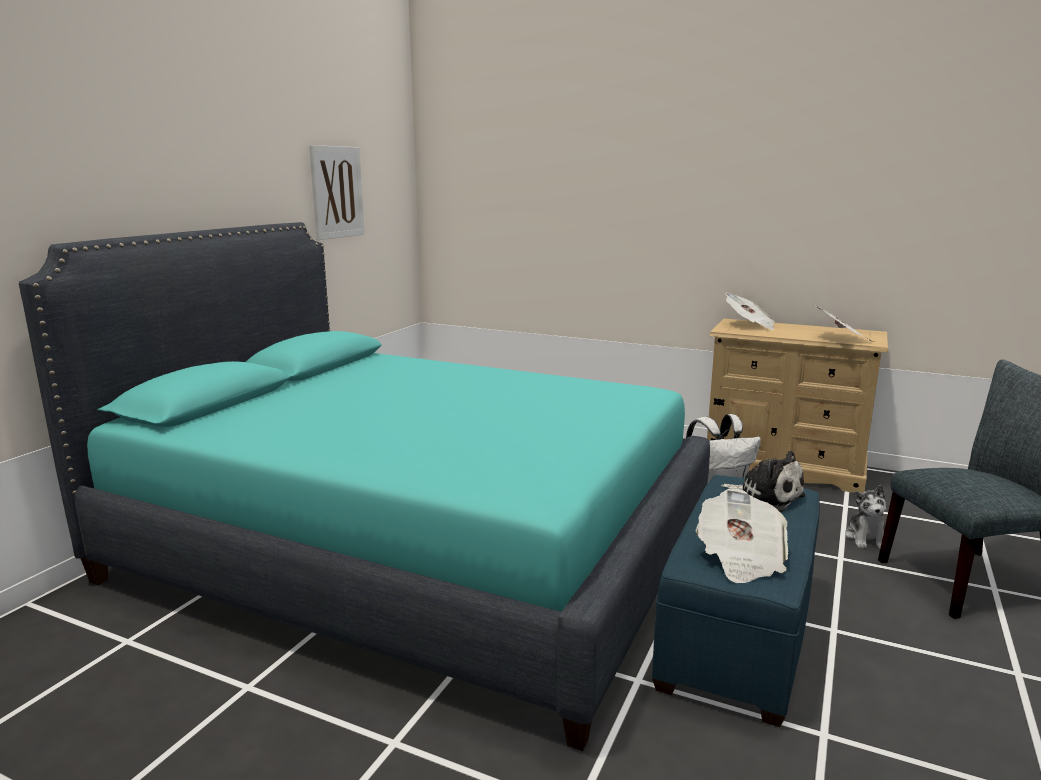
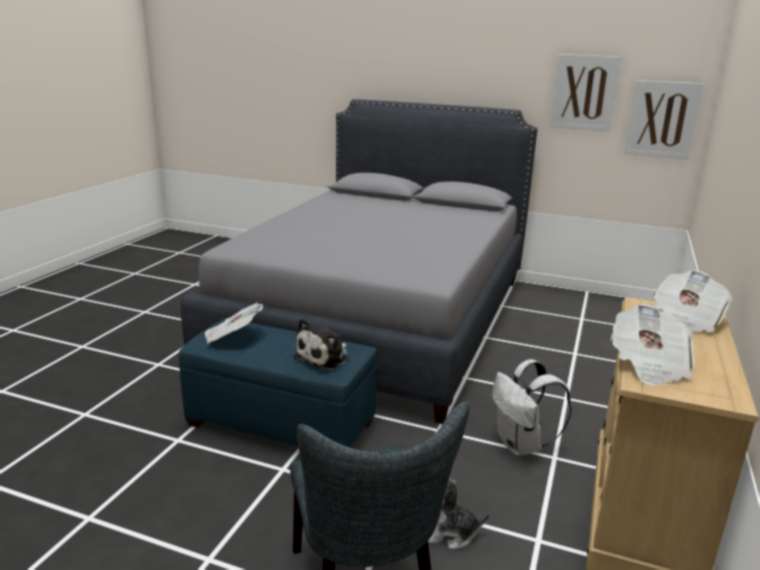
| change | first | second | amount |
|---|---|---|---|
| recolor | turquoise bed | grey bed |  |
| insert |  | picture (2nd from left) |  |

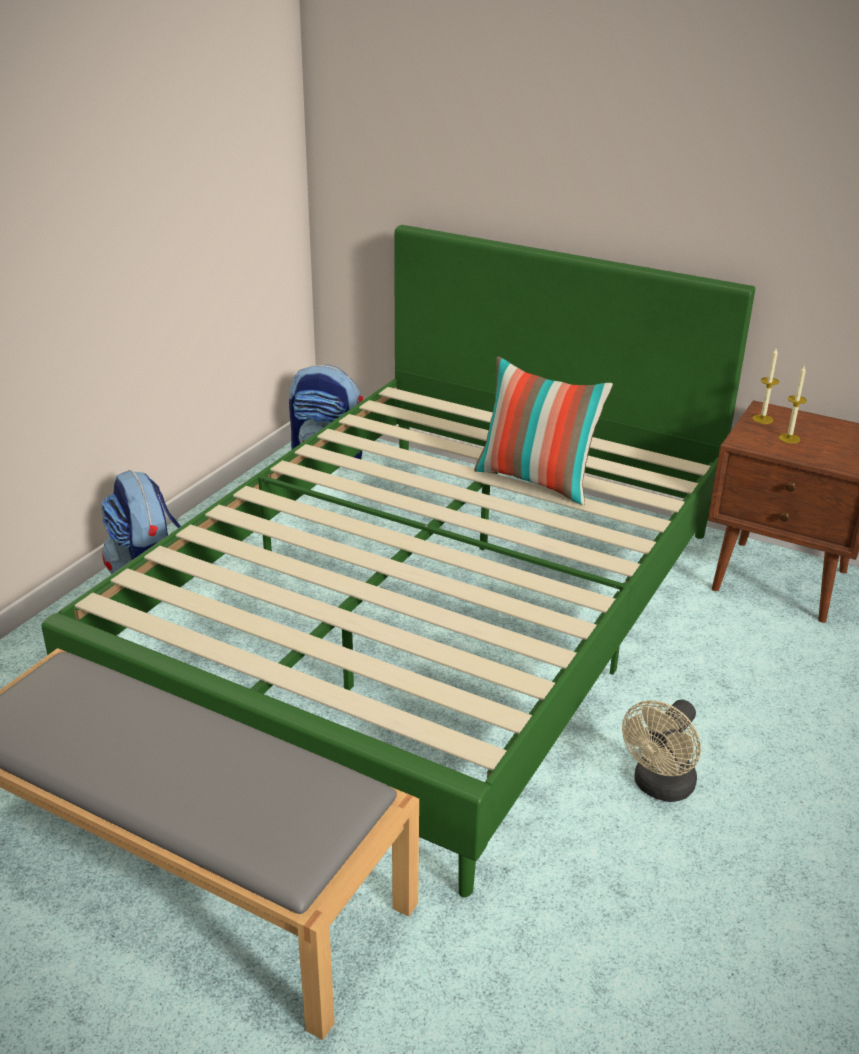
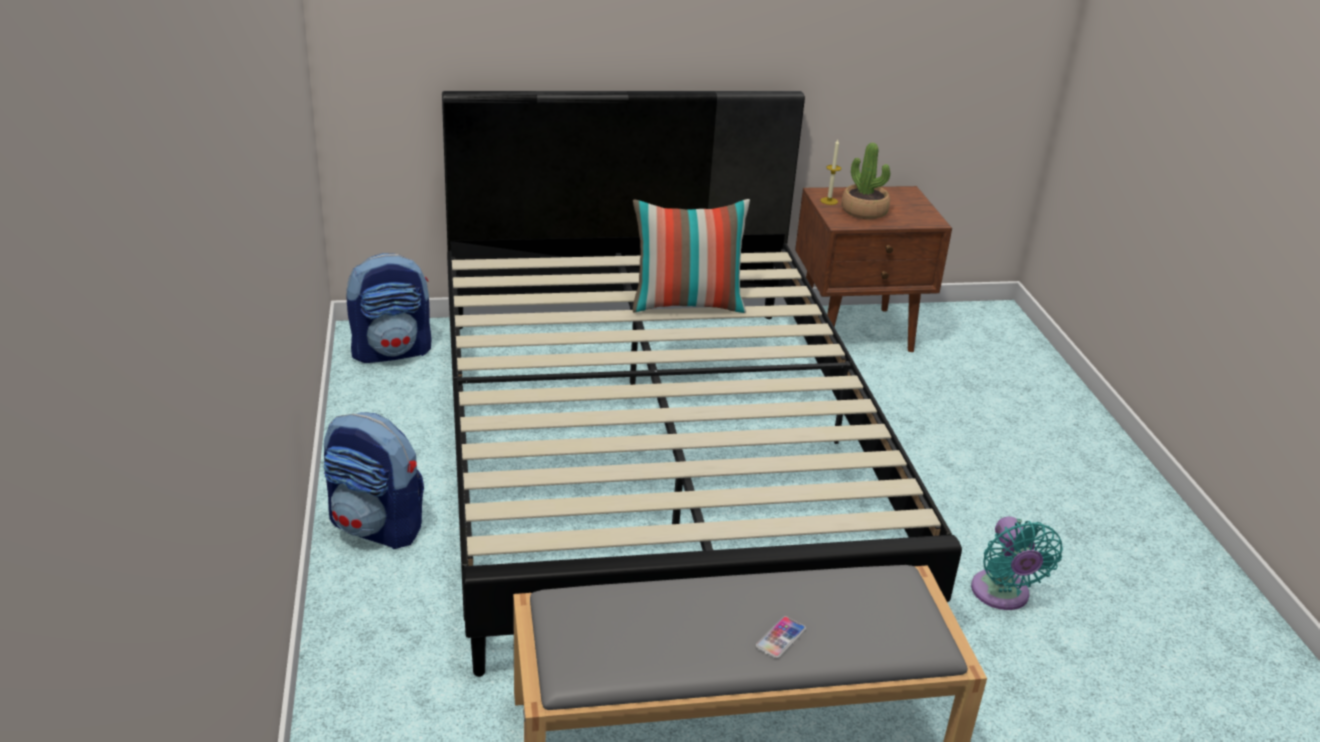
| change | first | second | amount |
|---|---|---|---|
| recolor | green bed | black bed |  |
| replace | candle (2nd from left) | potted plant |  |
| delete | beige fan |  |  |
| insert |  | turquoise fan |  |
| insert |  | phone |  |

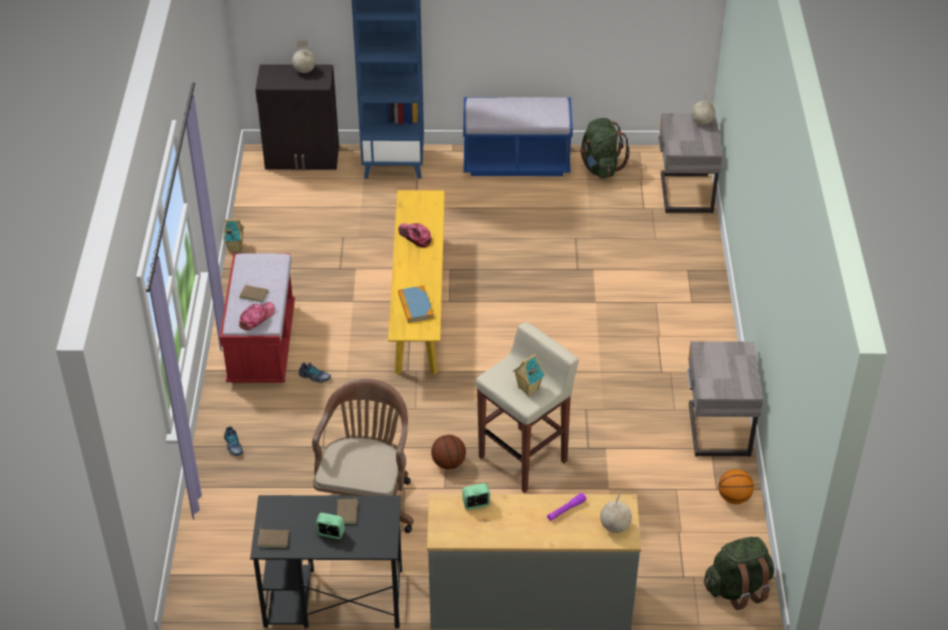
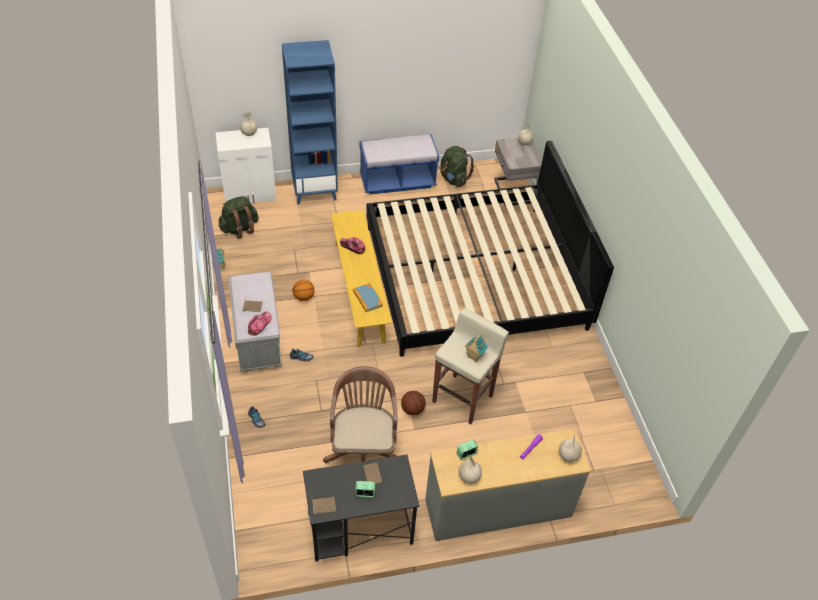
| change | first | second | amount |
|---|---|---|---|
| recolor | black cabinet | white cabinet |  |
| recolor | red bench | grey bench |  |
| delete | grey nightstand (2nd from left) |  |  |
| move | basketball (2nd from left in the first image) | basketball (1st from left) |  |
| move | green backpack (2nd from left in the first image) | green backpack (1st from left) |  |
| insert |  | bed |  |
| insert |  | globe (2nd from left) |  |

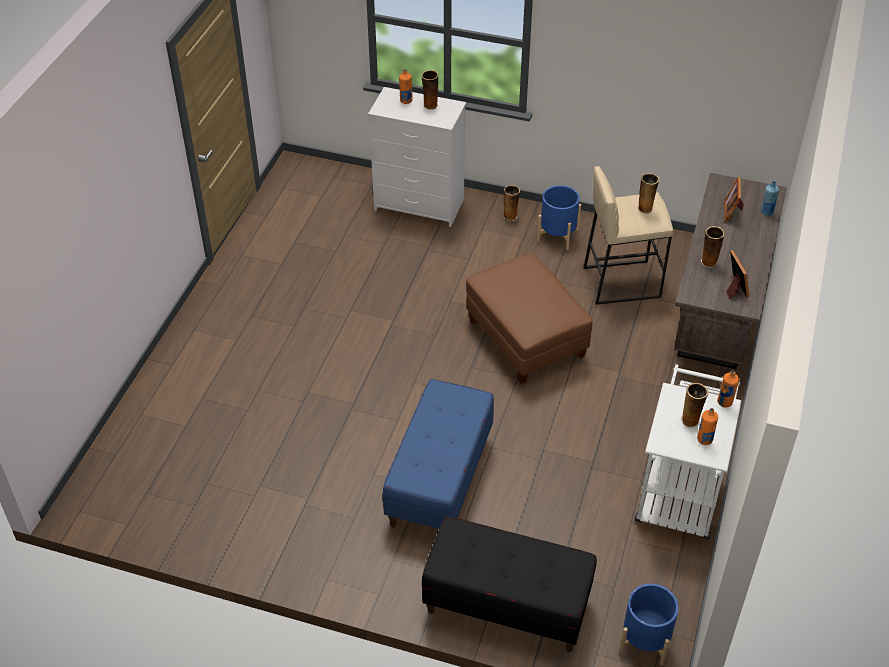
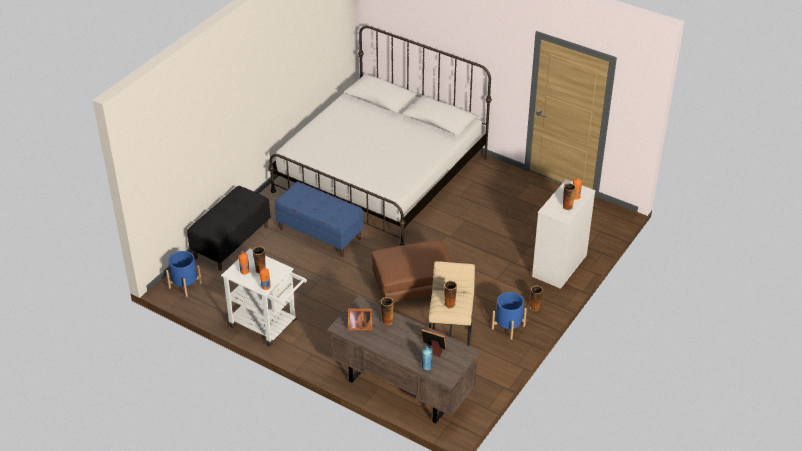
| change | first | second | amount |
|---|---|---|---|
| insert |  | white bed |  |

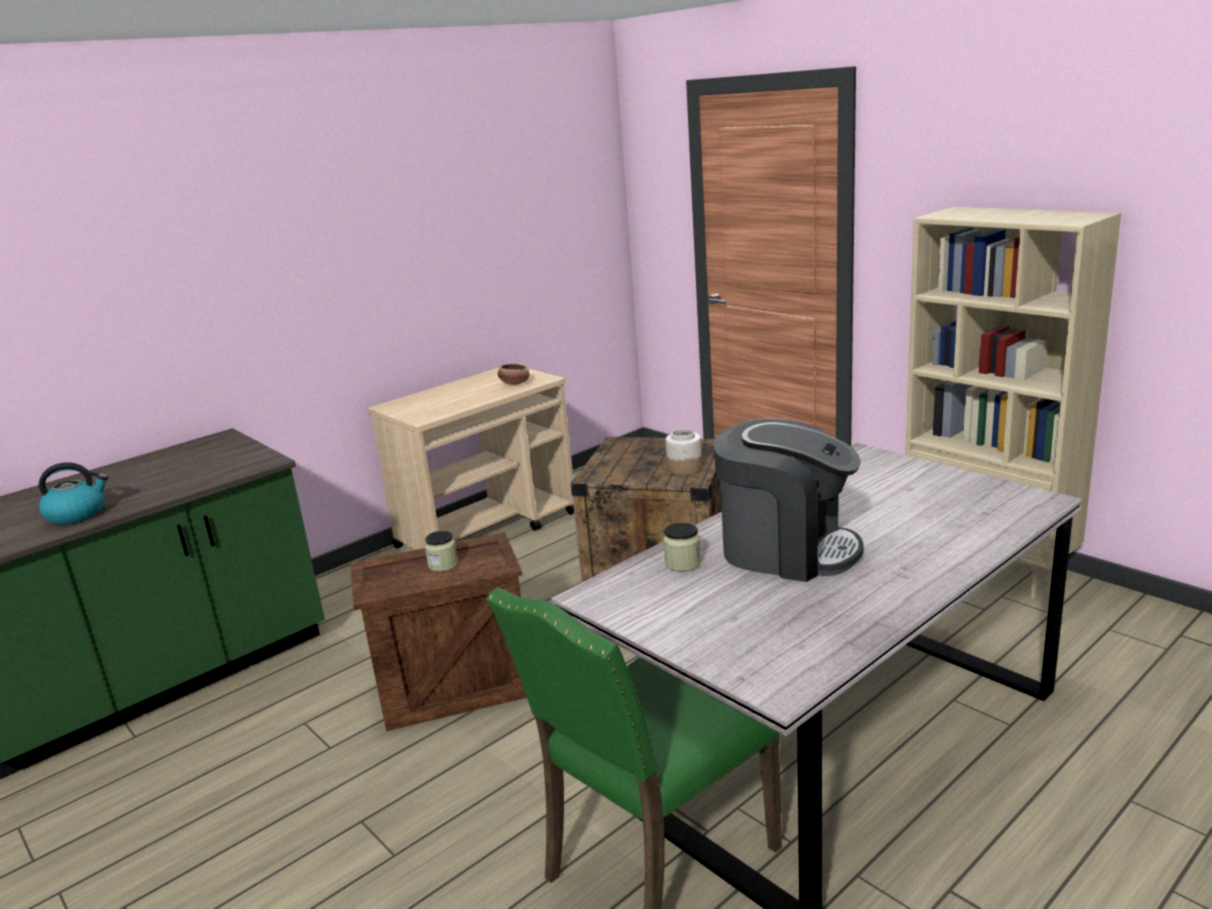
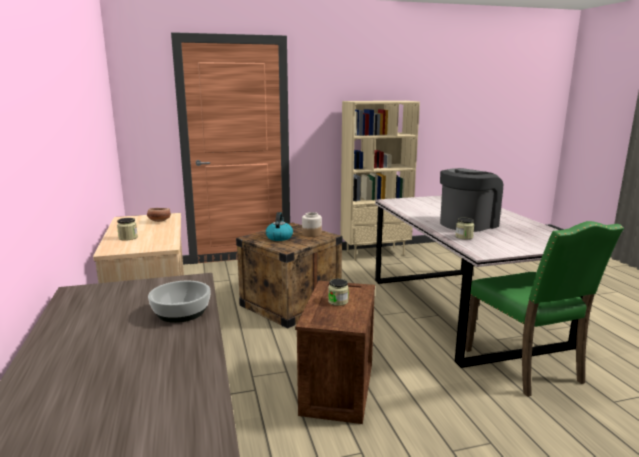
| change | first | second | amount |
|---|---|---|---|
| move | kettle |  |  |
| insert |  | jar (1st from left) |  |
| insert |  | bowl (2nd from left) |  |

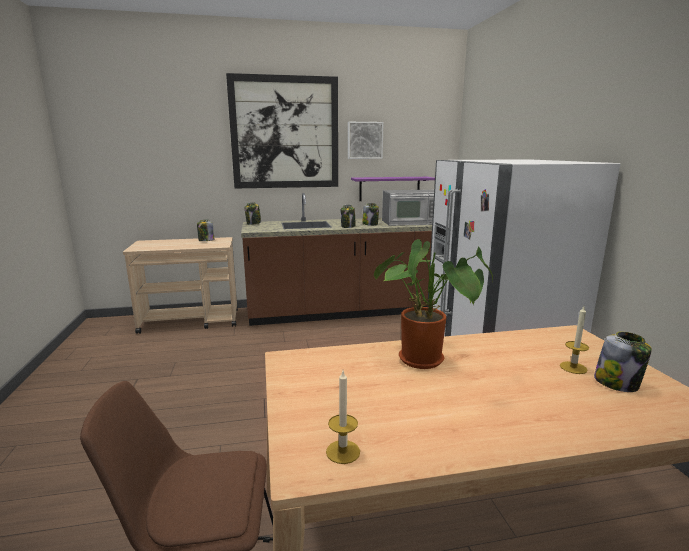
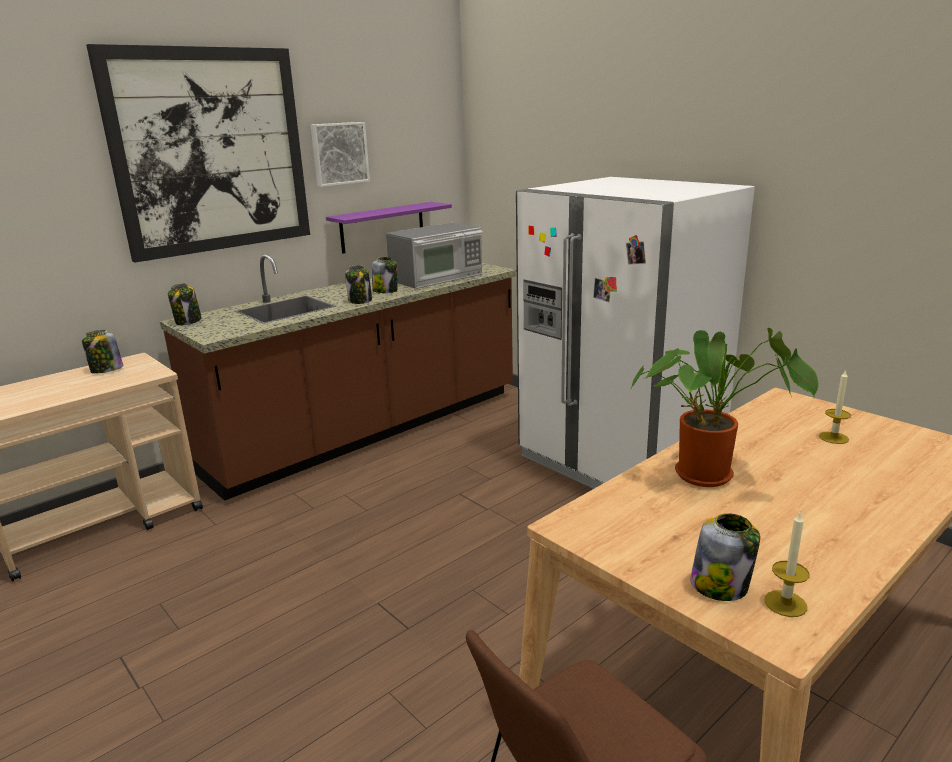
| change | first | second | amount |
|---|---|---|---|
| move | jar (5th from left) |  |  |

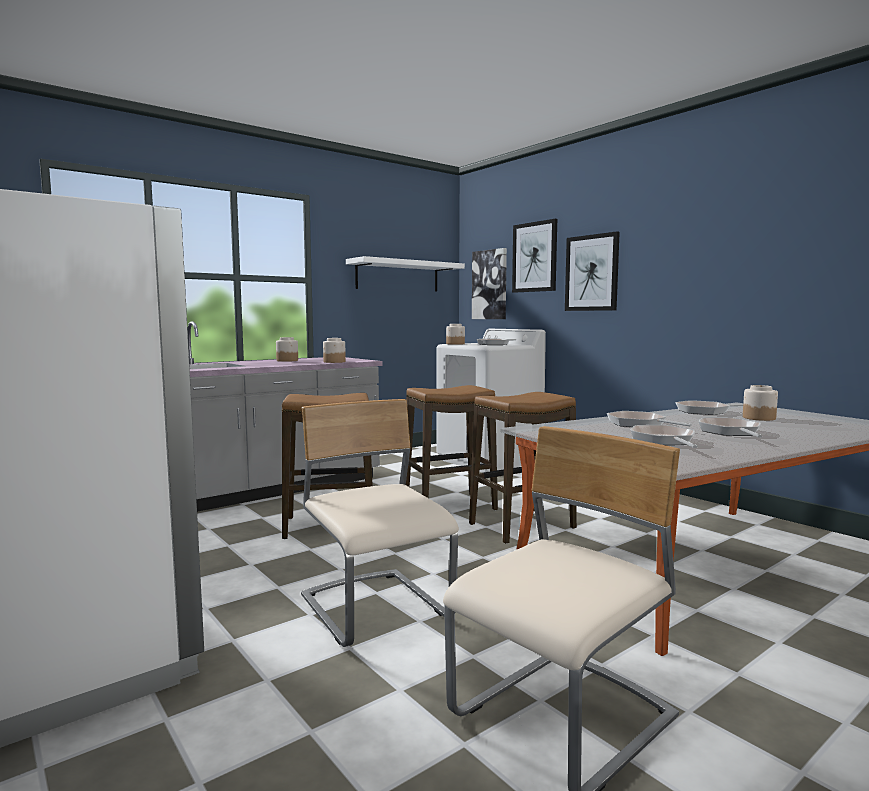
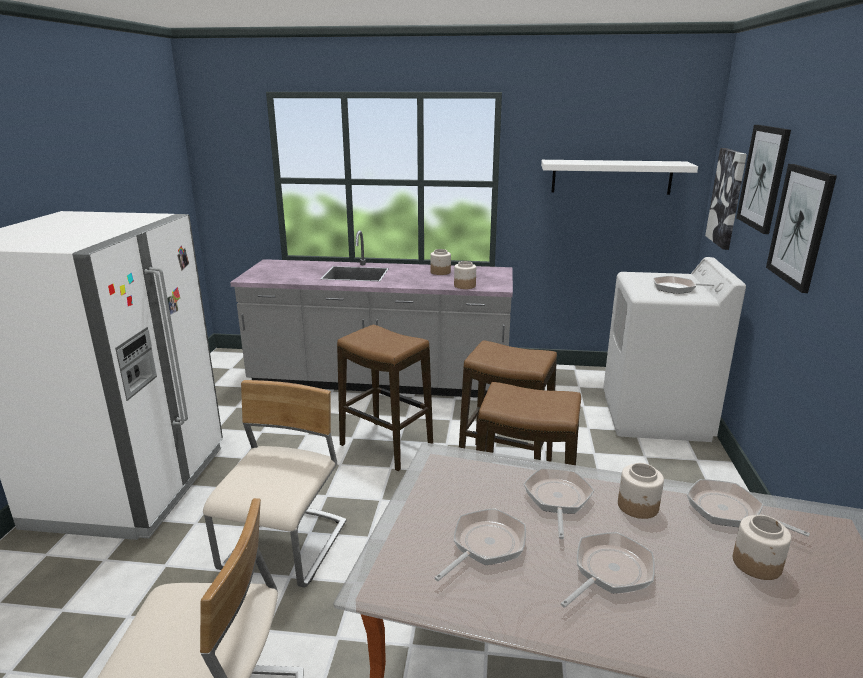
| change | first | second | amount |
|---|---|---|---|
| move | jar (3rd from left) |  |  |

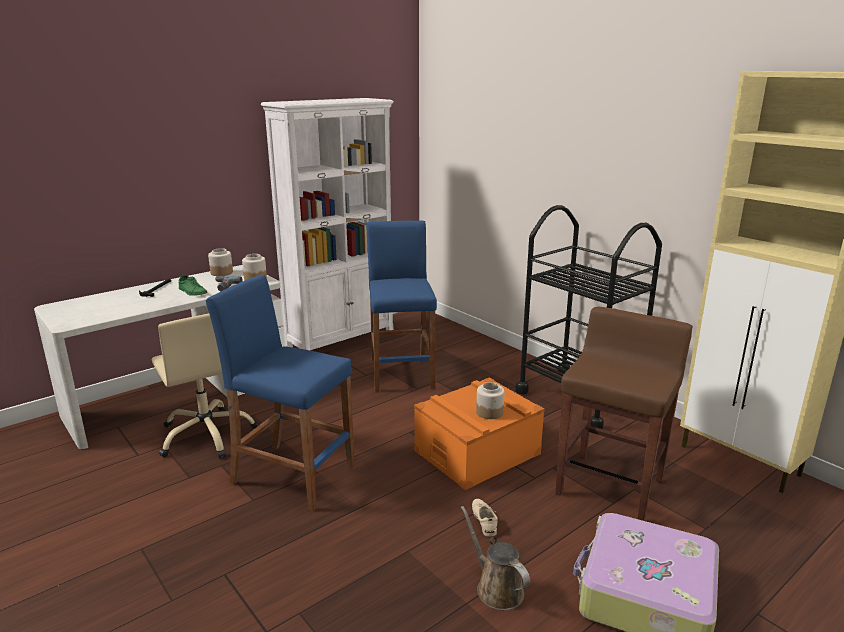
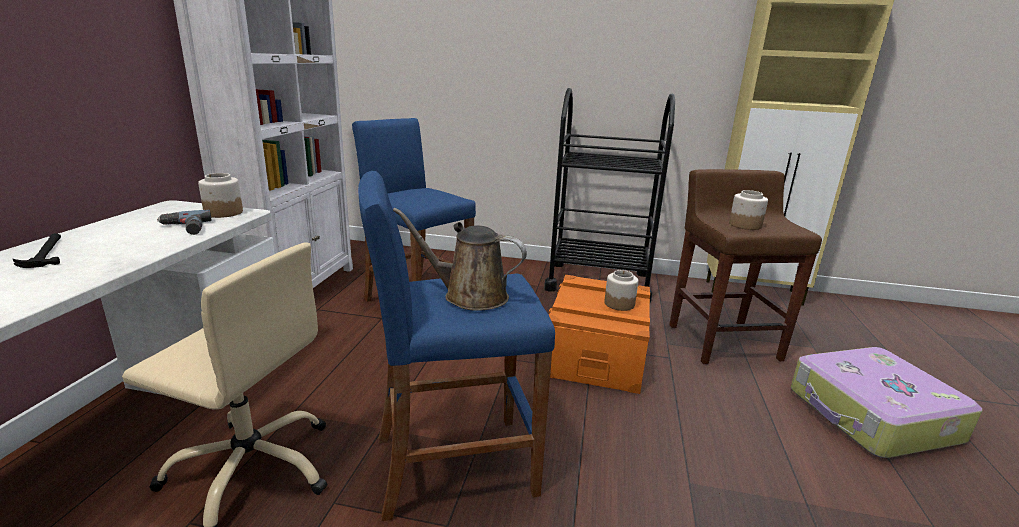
| change | first | second | amount |
|---|---|---|---|
| move | jar (1st from left in the first image) | jar (3rd from left) |  |
| delete | green shoe |  |  |
| delete | beige shoe |  |  |
| move | brown watering can |  |  |

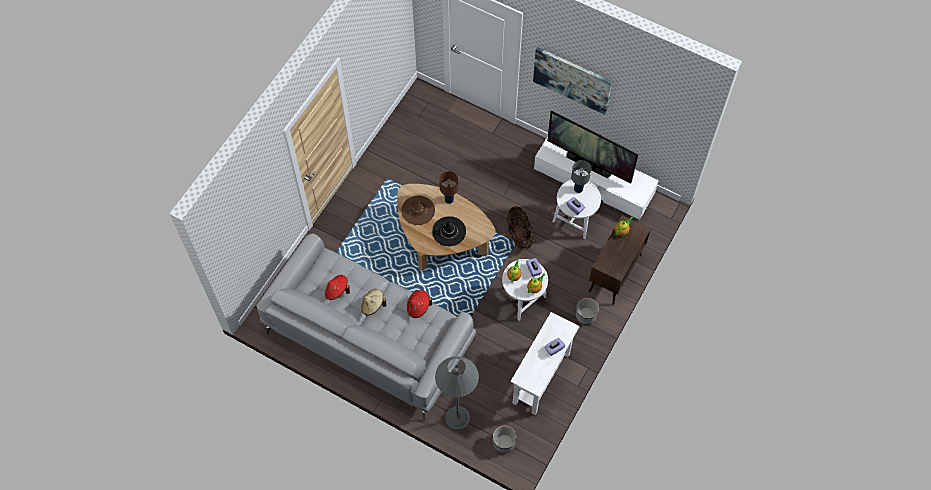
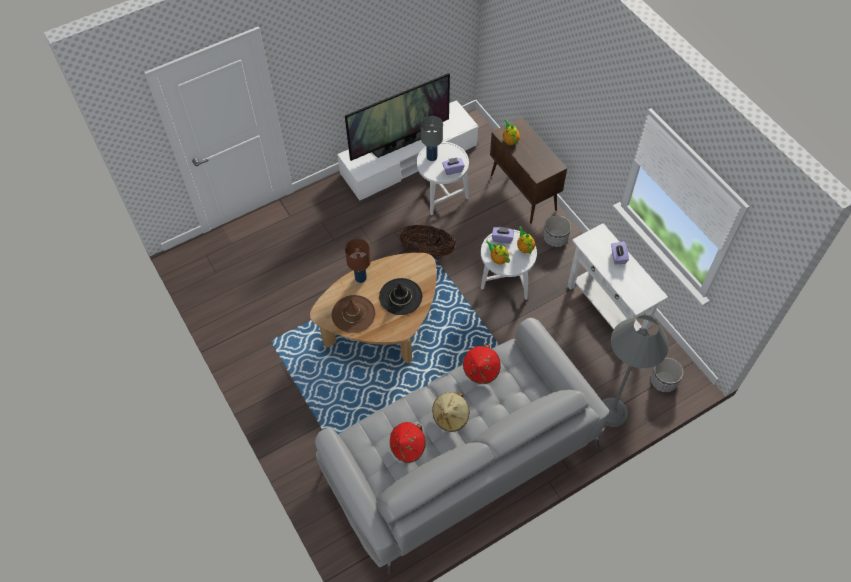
| change | first | second | amount |
|---|---|---|---|
| delete | picture |  |  |

